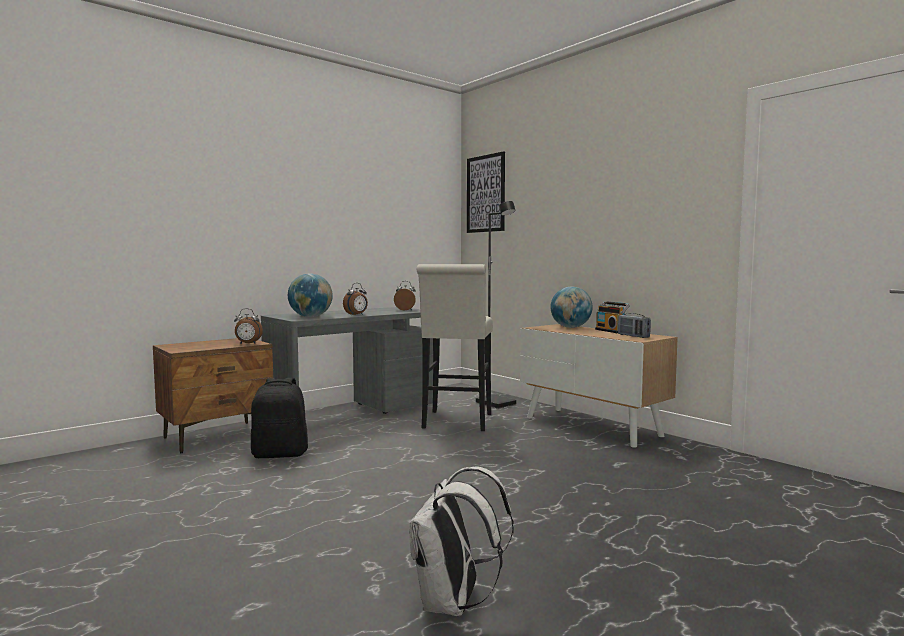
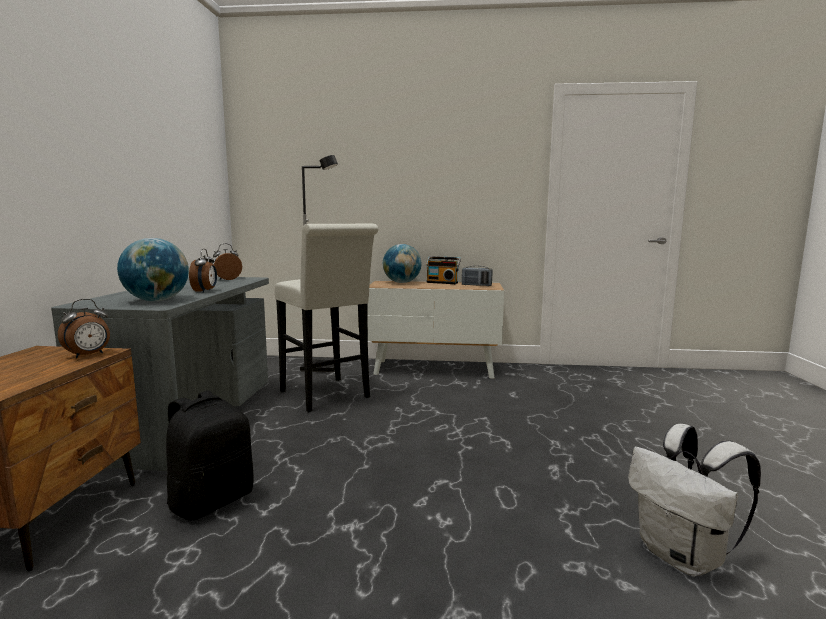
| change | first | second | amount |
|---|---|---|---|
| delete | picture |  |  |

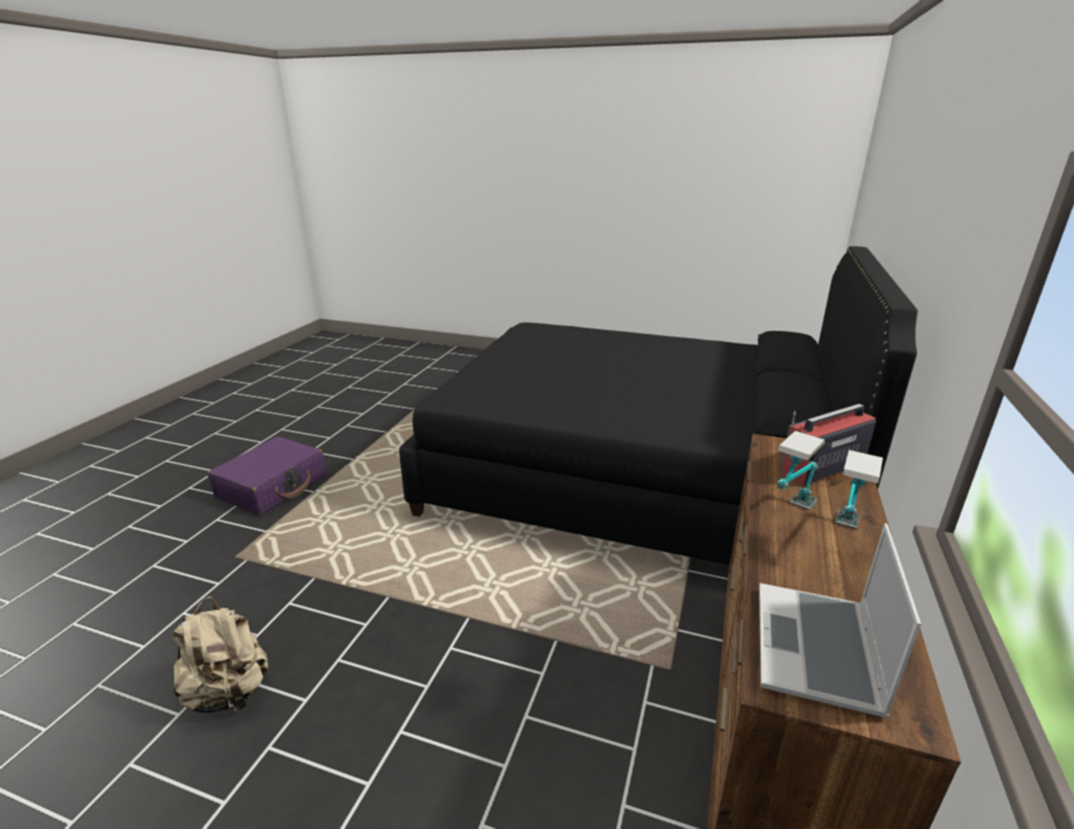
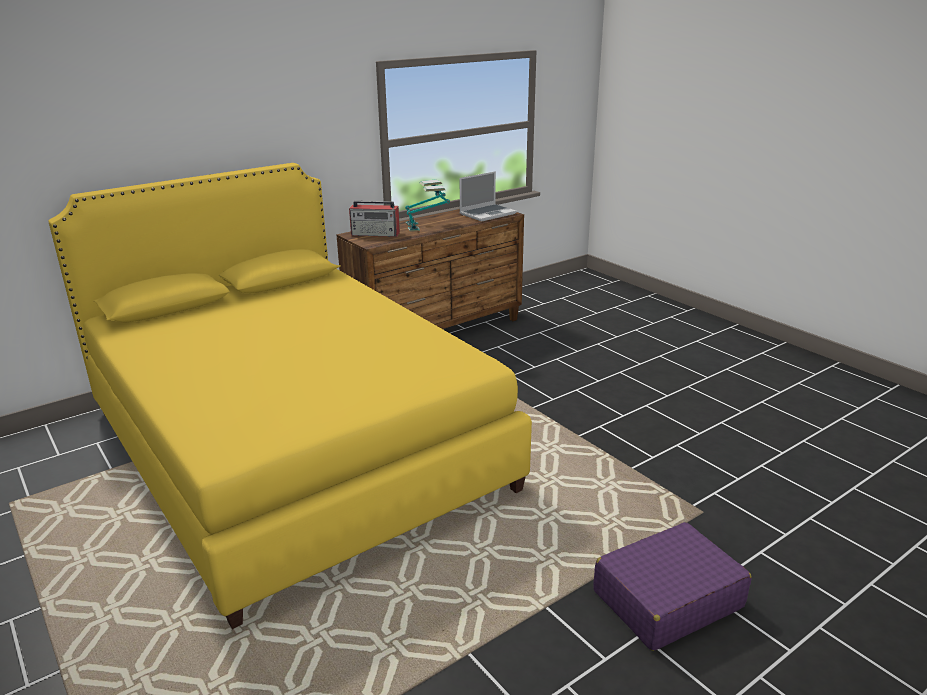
| change | first | second | amount |
|---|---|---|---|
| recolor | black bed | yellow bed |  |
| delete | beige backpack |  |  |

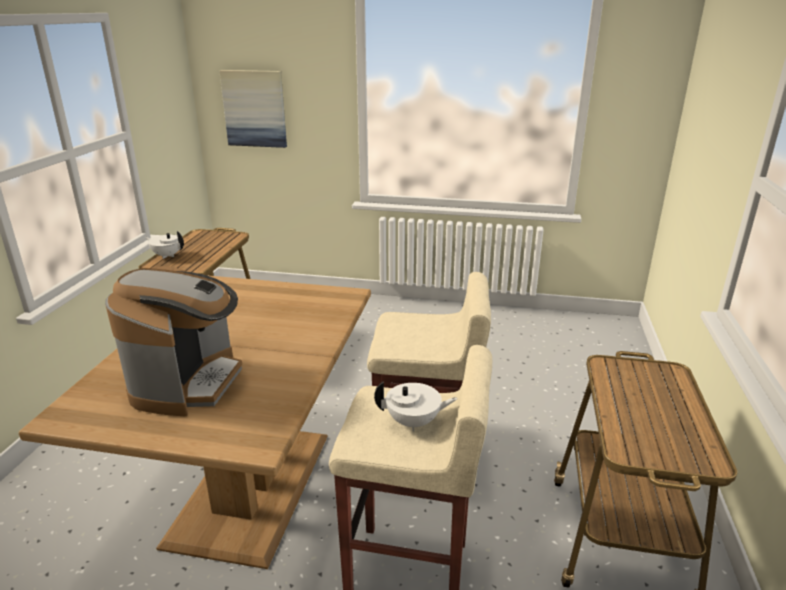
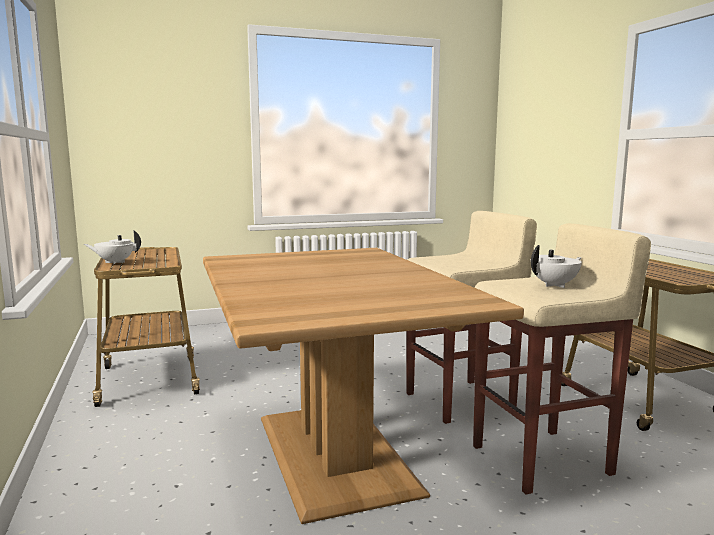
| change | first | second | amount |
|---|---|---|---|
| delete | picture |  |  |
| delete | coffee machine |  |  |

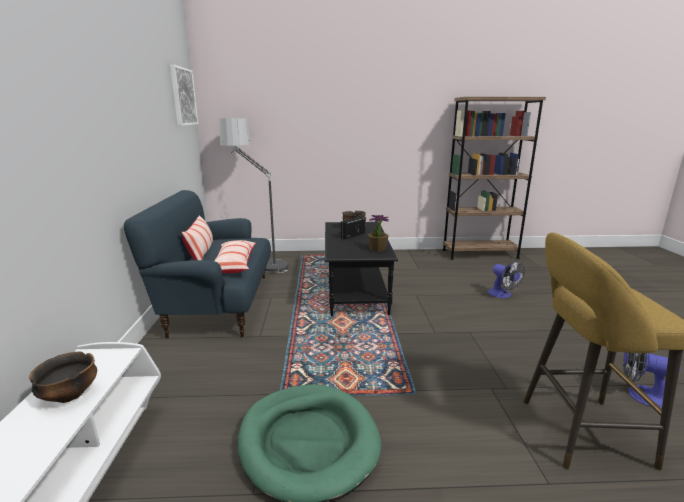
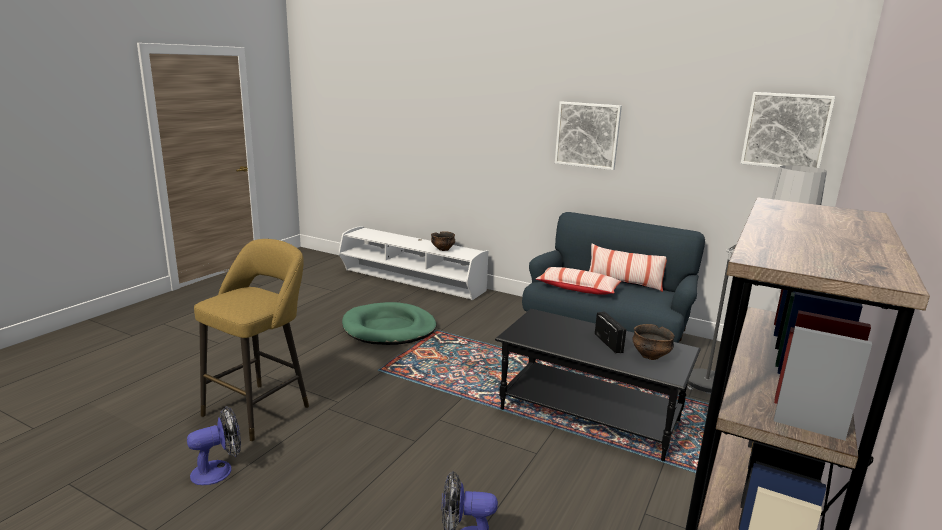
| change | first | second | amount |
|---|---|---|---|
| delete | potted plant |  |  |
| insert |  | picture (1st from left) |  |

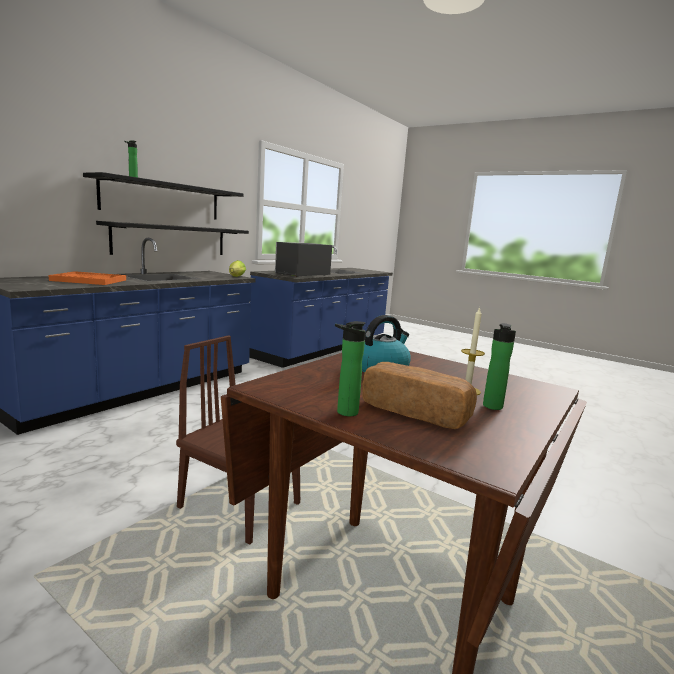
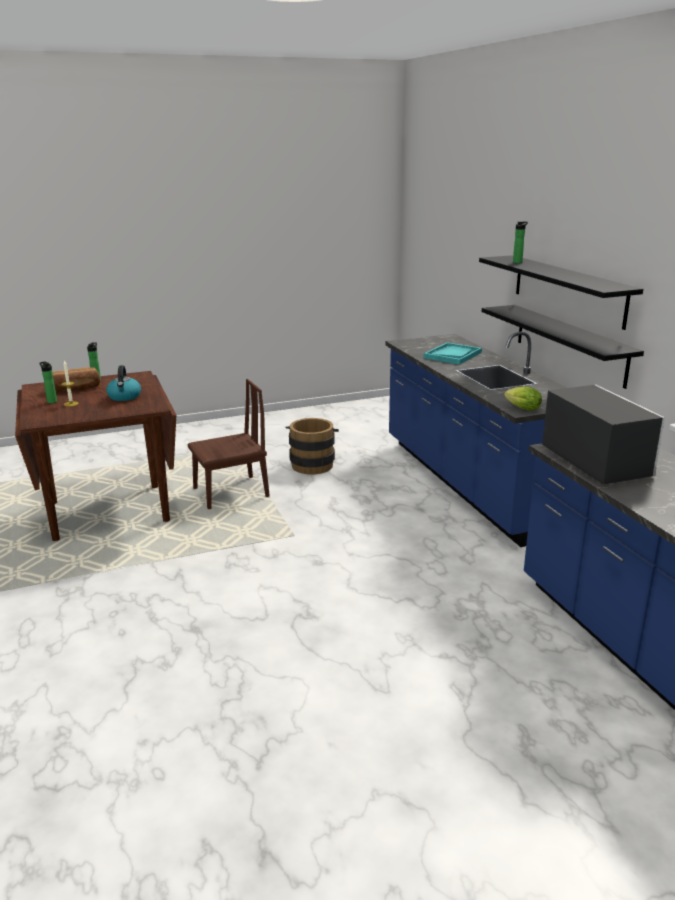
| change | first | second | amount |
|---|---|---|---|
| recolor | orange tray | turquoise tray |  |
| insert |  | brown bucket |  |

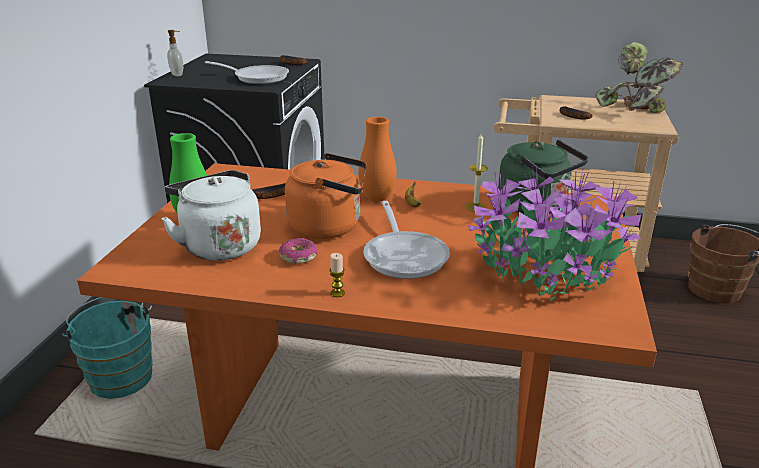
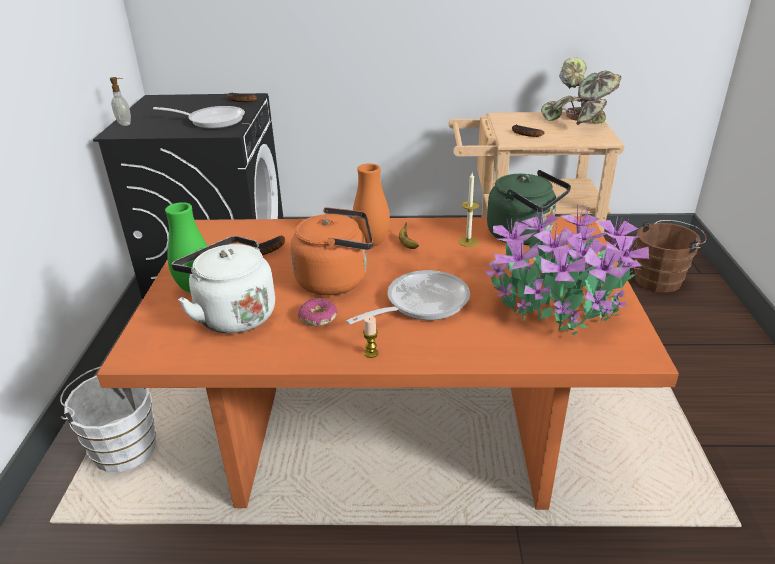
| change | first | second | amount |
|---|---|---|---|
| rotate | frying pan (2nd from left) |  | 105 degrees counterclockwise |
| recolor | turquoise bucket | white bucket |  |

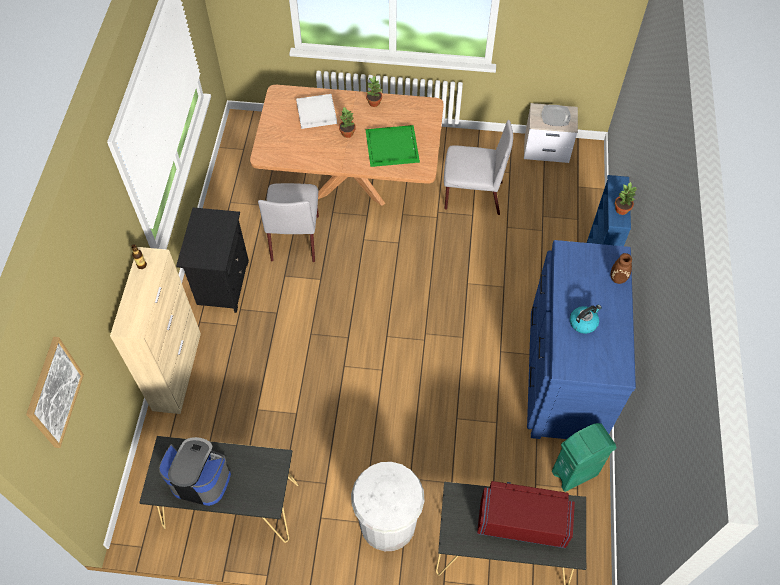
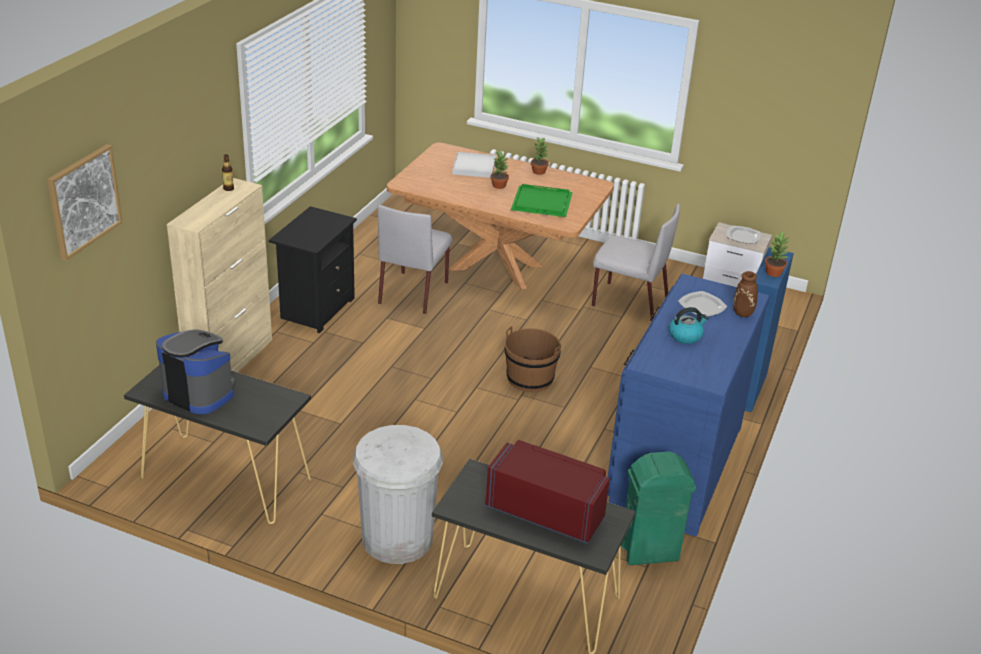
| change | first | second | amount |
|---|---|---|---|
| insert |  | plate (1st from left) |  |
| insert |  | brown bucket |  |

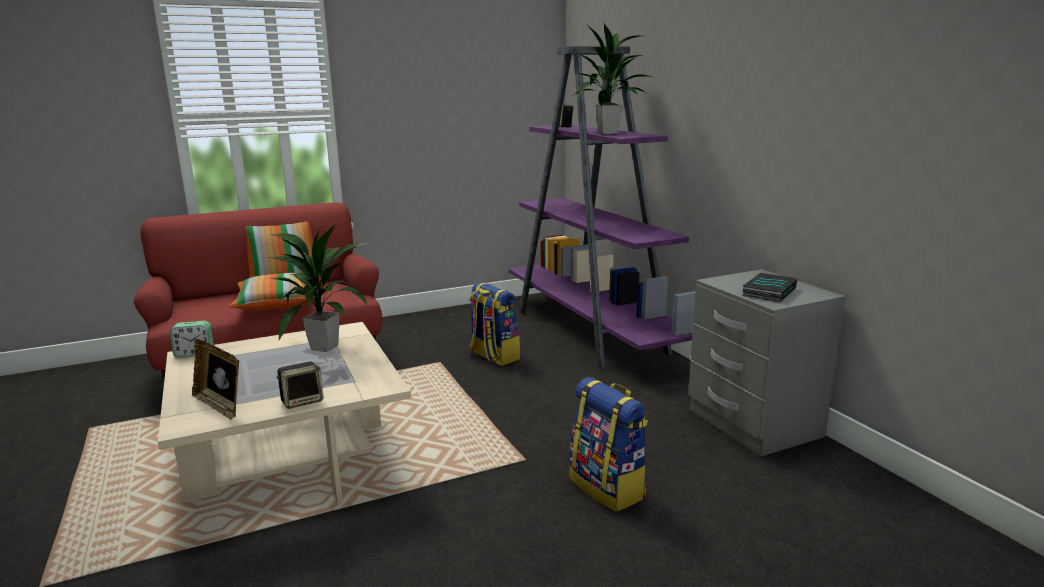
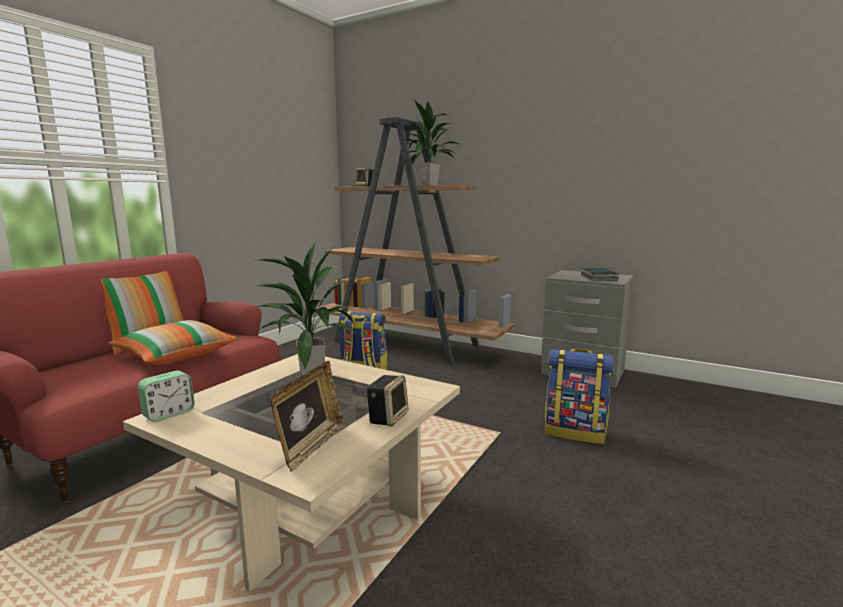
| change | first | second | amount |
|---|---|---|---|
| recolor | purple bookcase | brown bookcase |  |
| rotate | picture frame |  | 75 degrees counterclockwise |

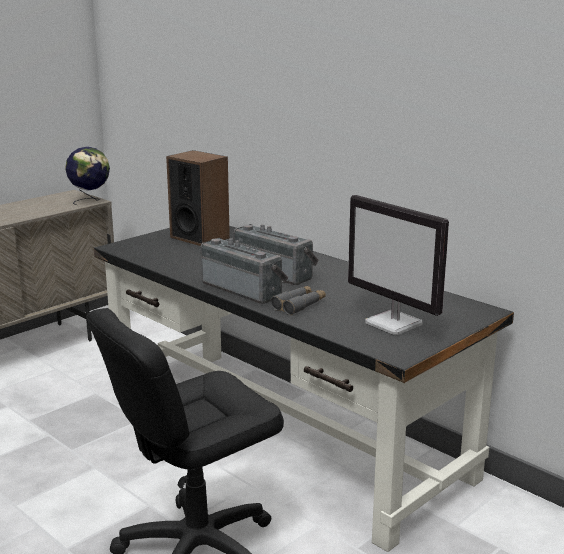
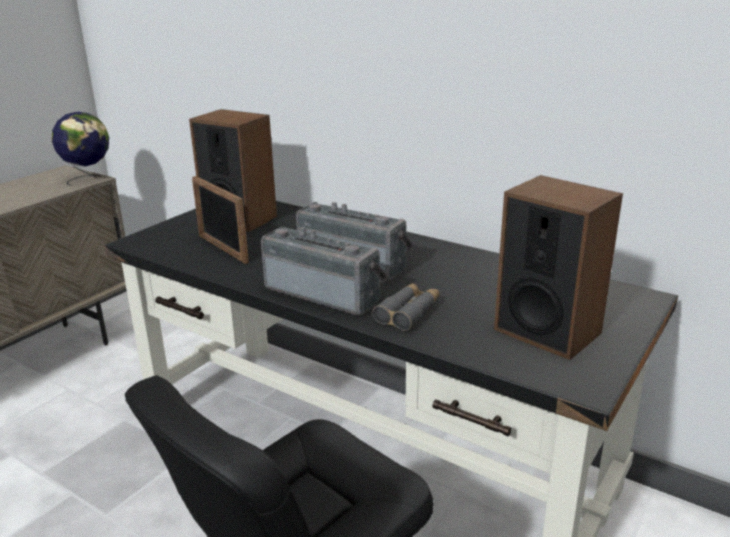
| change | first | second | amount |
|---|---|---|---|
| replace | monitor | speaker (2nd from left) |  |
| insert |  | picture frame |  |

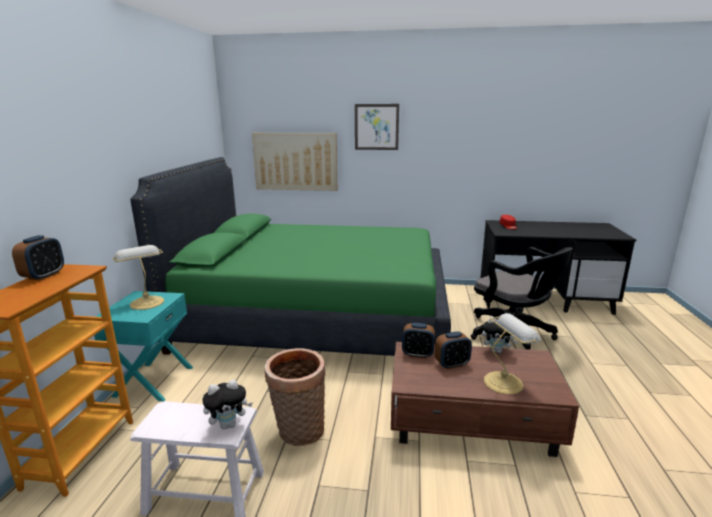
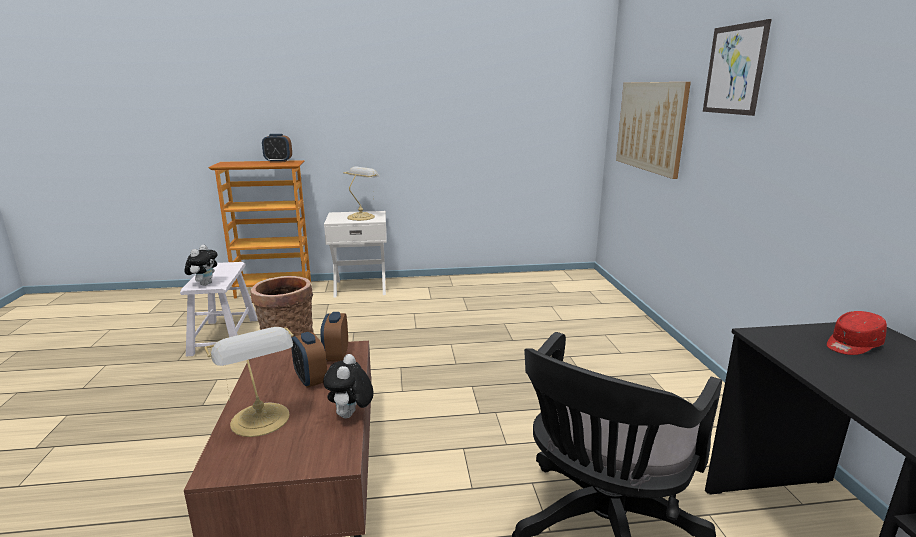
| change | first | second | amount |
|---|---|---|---|
| delete | green bed |  |  |
| recolor | turquoise nightstand | white nightstand |  |
| rotate | plush toy (1st from left) |  | 135 degrees counterclockwise |

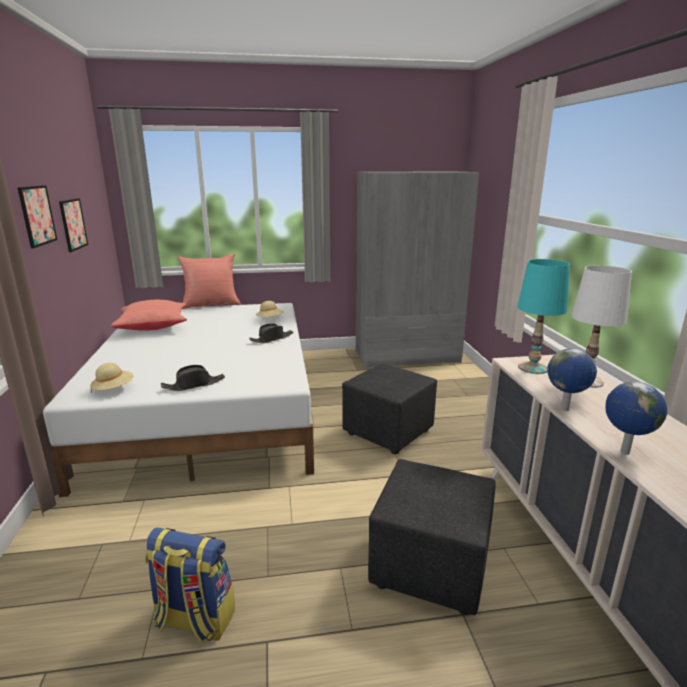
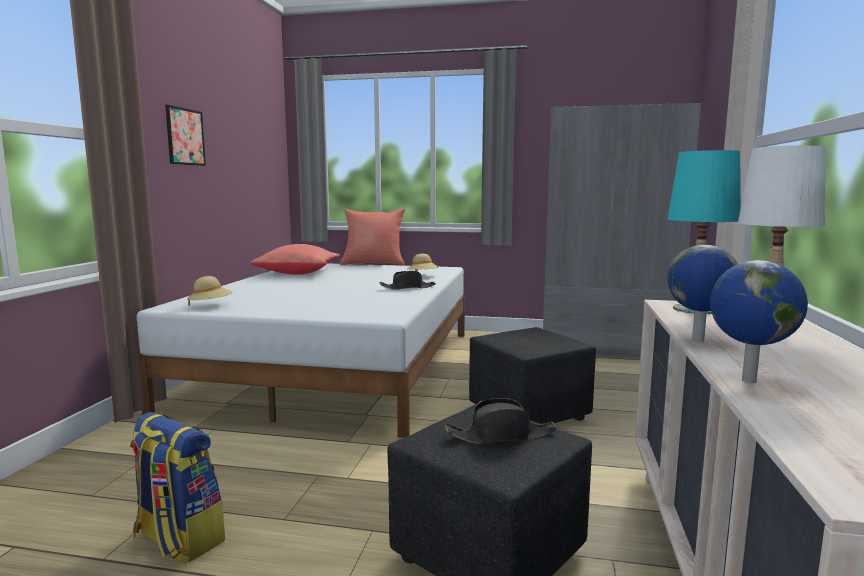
| change | first | second | amount |
|---|---|---|---|
| delete | picture (2nd from left) |  |  |
| move | black hat (1st from left in the first image) | black hat (2nd from left) |  |

